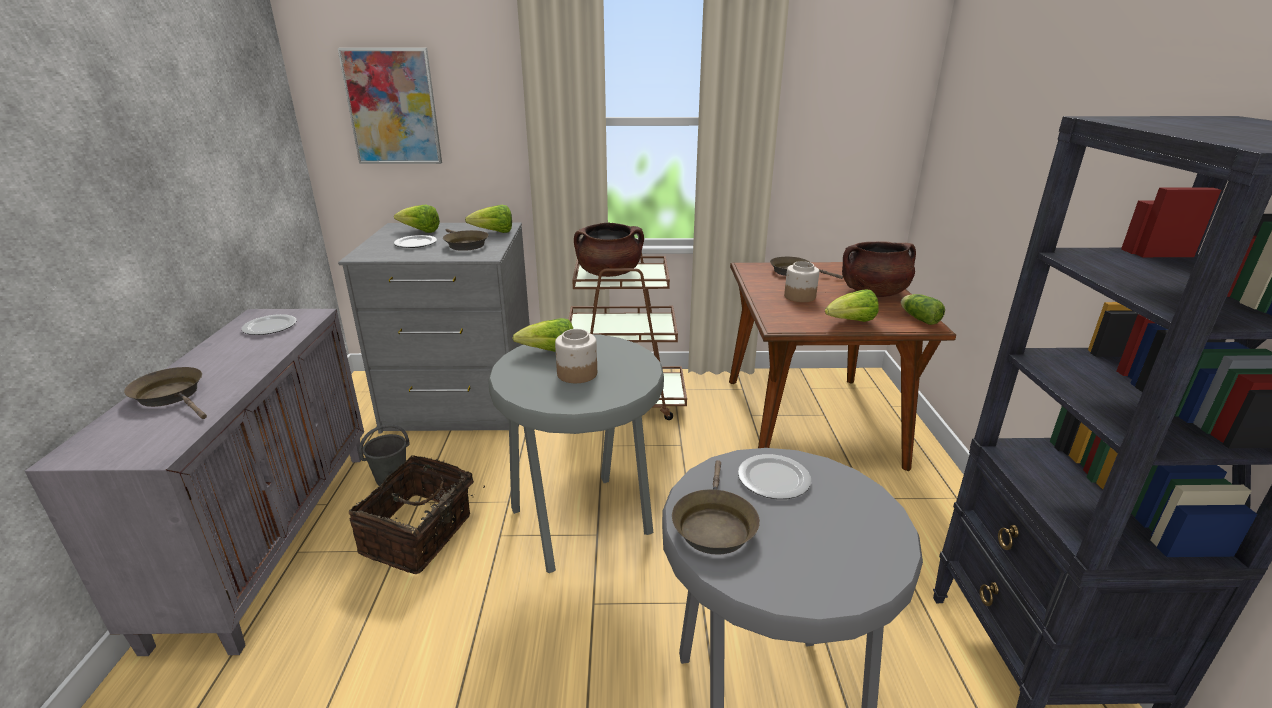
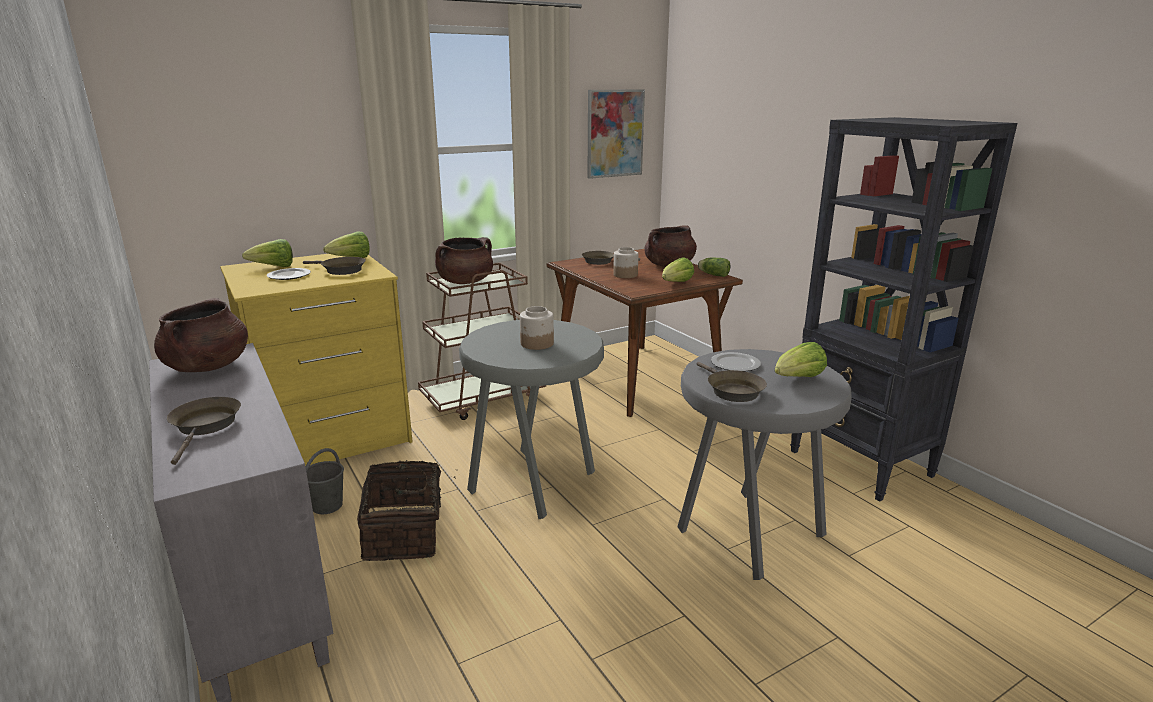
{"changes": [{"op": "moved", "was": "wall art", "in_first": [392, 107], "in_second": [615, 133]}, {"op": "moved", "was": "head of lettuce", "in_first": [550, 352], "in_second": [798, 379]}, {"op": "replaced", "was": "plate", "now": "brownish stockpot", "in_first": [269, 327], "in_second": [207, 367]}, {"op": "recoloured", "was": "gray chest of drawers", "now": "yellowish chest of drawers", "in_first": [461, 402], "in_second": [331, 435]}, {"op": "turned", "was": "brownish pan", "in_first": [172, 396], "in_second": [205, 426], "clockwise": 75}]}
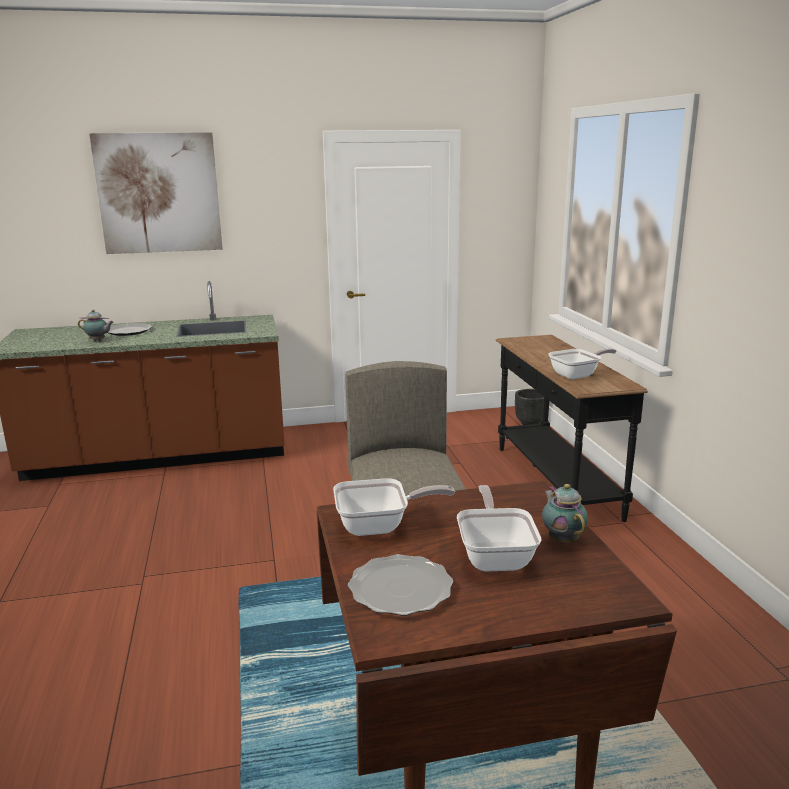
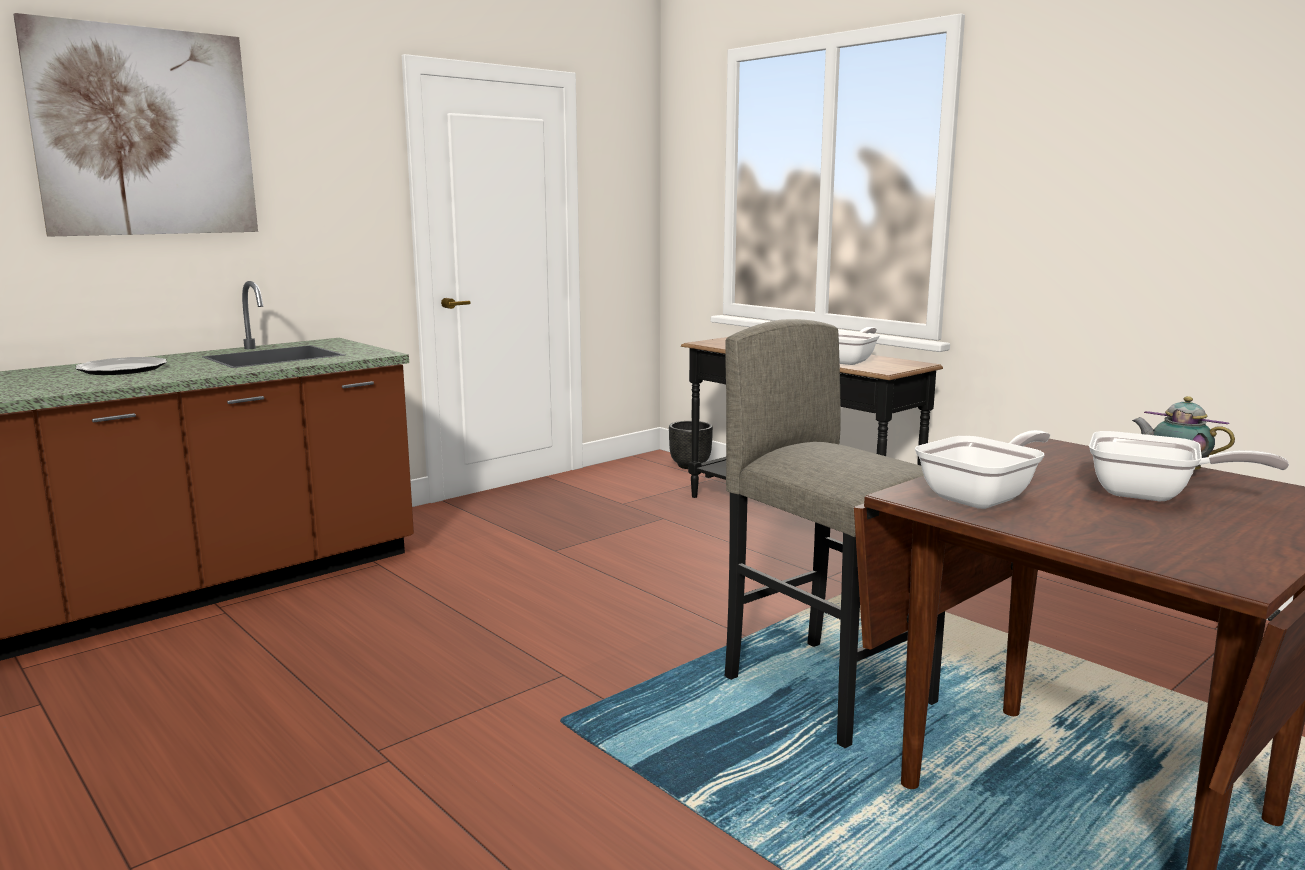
{"changes": [{"op": "removed", "was": "tea pot", "in_first": [98, 341]}, {"op": "removed", "was": "plate", "in_first": [401, 589]}, {"op": "turned", "was": "pan", "in_first": [495, 555], "in_second": [1153, 495], "clockwise": 150}]}
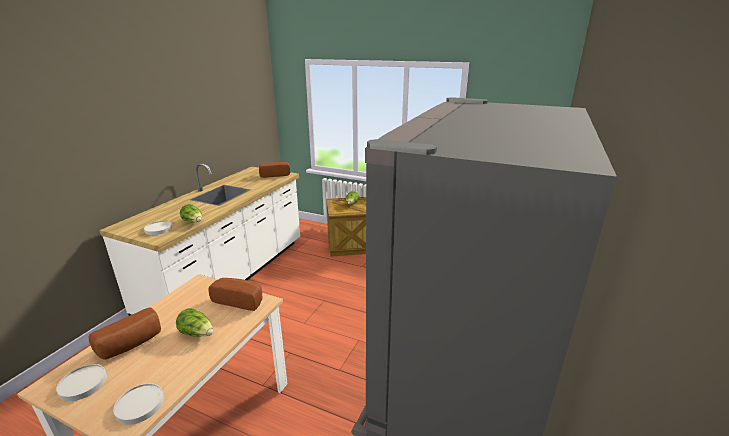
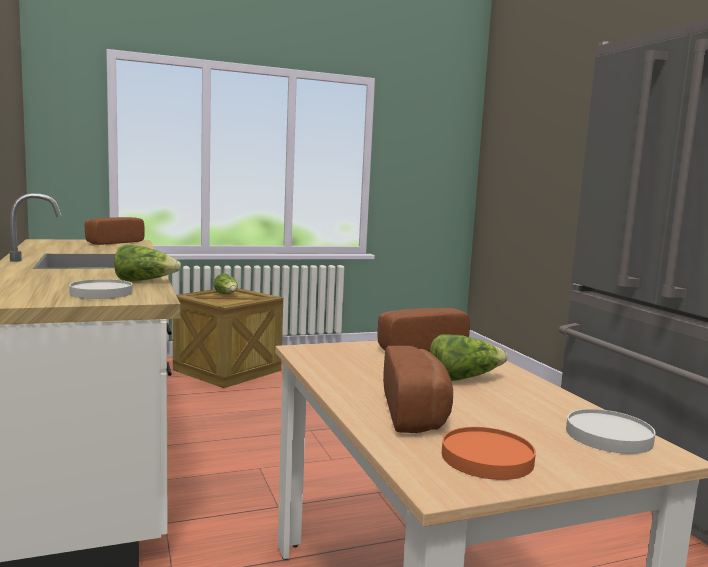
{"changes": [{"op": "recoloured", "was": "white-coloured plate", "now": "orange-coloured plate", "in_first": [83, 384], "in_second": [486, 457]}]}
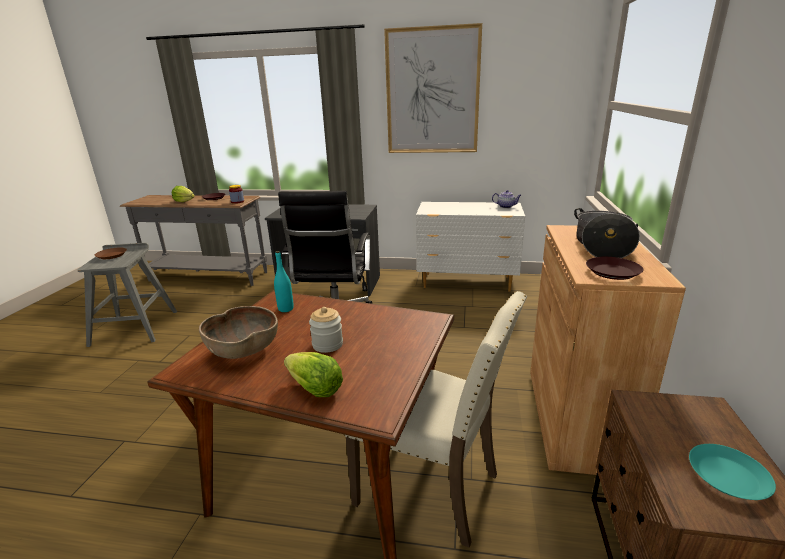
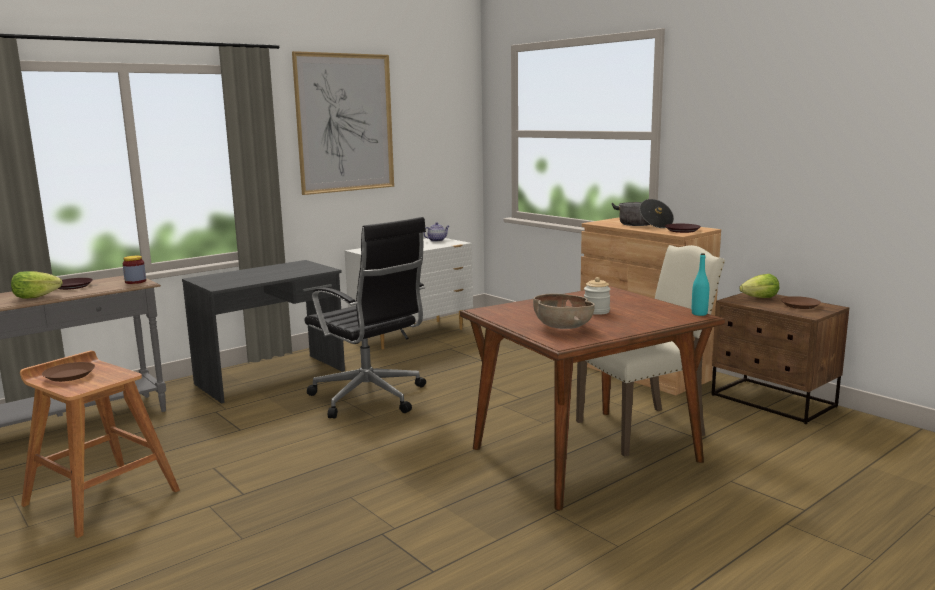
{"changes": [{"op": "moved", "was": "turquoise bottle", "in_first": [286, 309], "in_second": [699, 314]}, {"op": "moved", "was": "head of lettuce", "in_first": [315, 389], "in_second": [760, 298]}, {"op": "recoloured", "was": "gray stool", "now": "brownish stool", "in_first": [135, 327], "in_second": [101, 497]}, {"op": "recoloured", "was": "turquoise plate", "now": "brownish plate", "in_first": [727, 476], "in_second": [799, 305]}]}
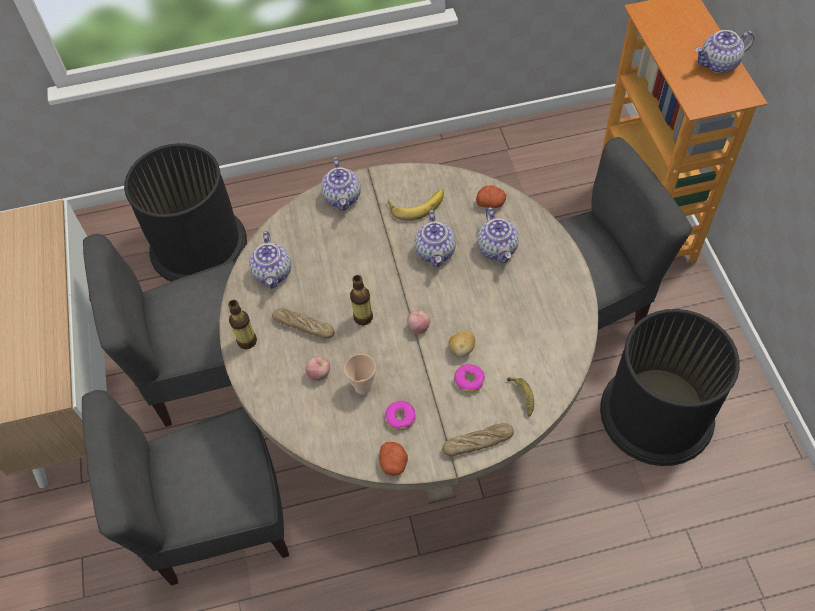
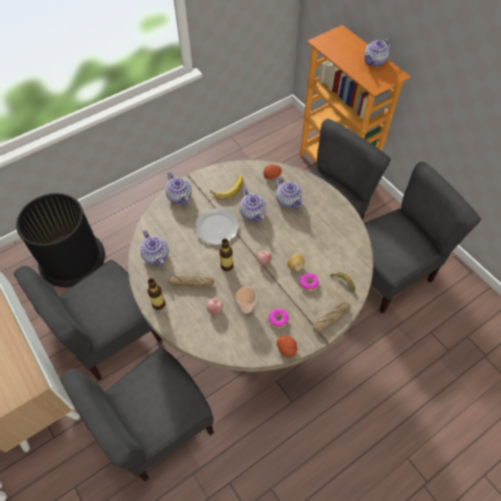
{"changes": [{"op": "added", "now": "plate", "in_second": [216, 227]}, {"op": "replaced", "was": "black trash can", "now": "gray upright chair", "in_first": [657, 413], "in_second": [388, 273]}]}
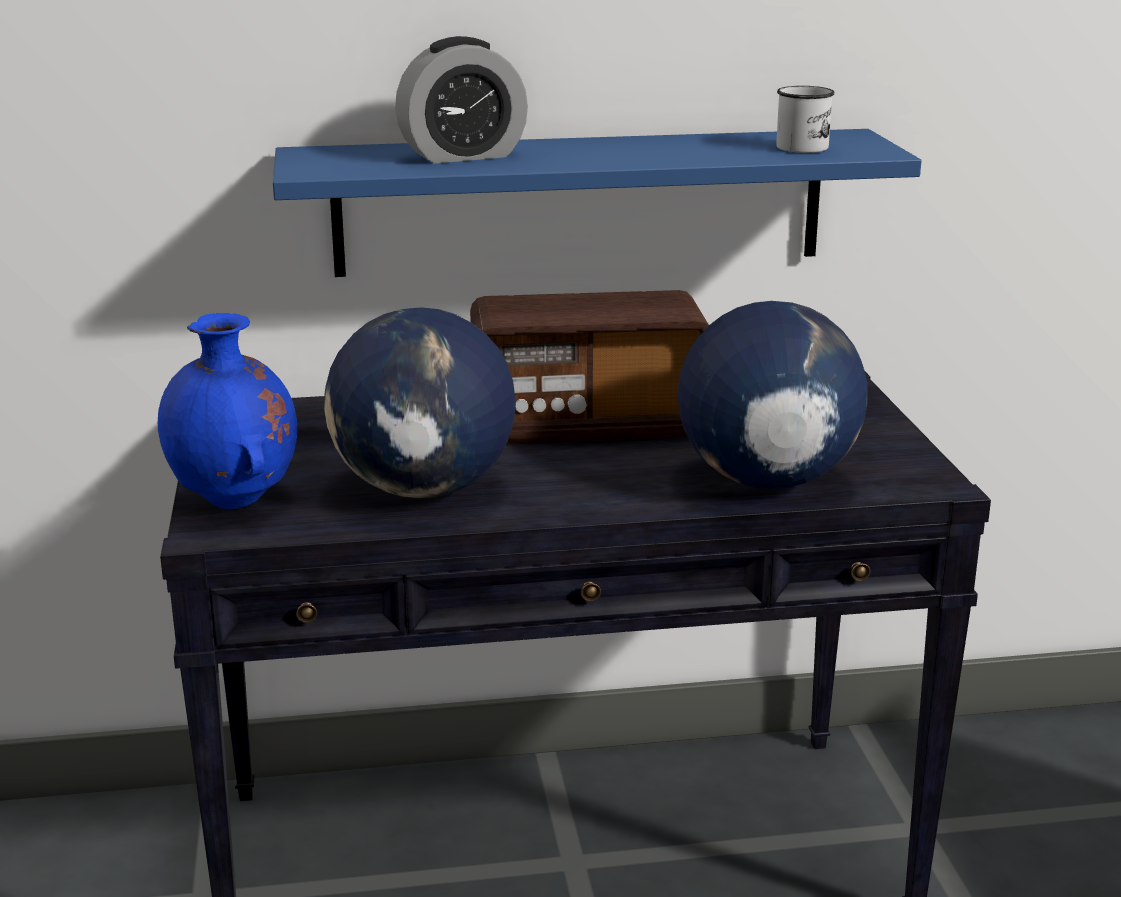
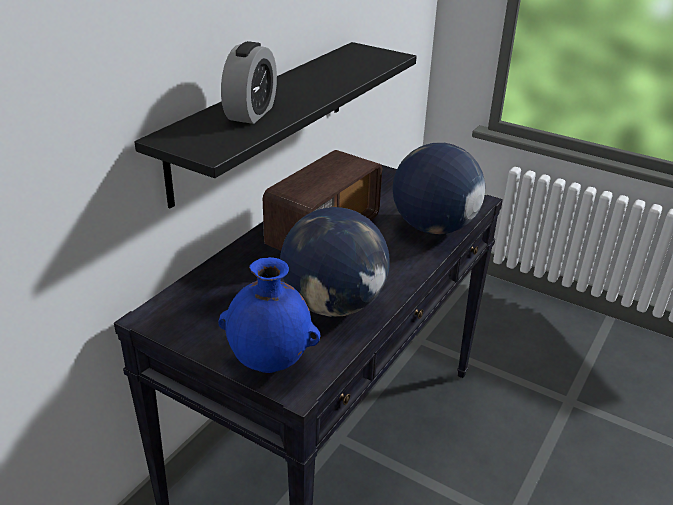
{"changes": [{"op": "removed", "was": "white-coloured mug", "in_first": [807, 146]}, {"op": "recoloured", "was": "blue-coloured shelf", "now": "black shelf", "in_first": [580, 202], "in_second": [263, 118]}]}
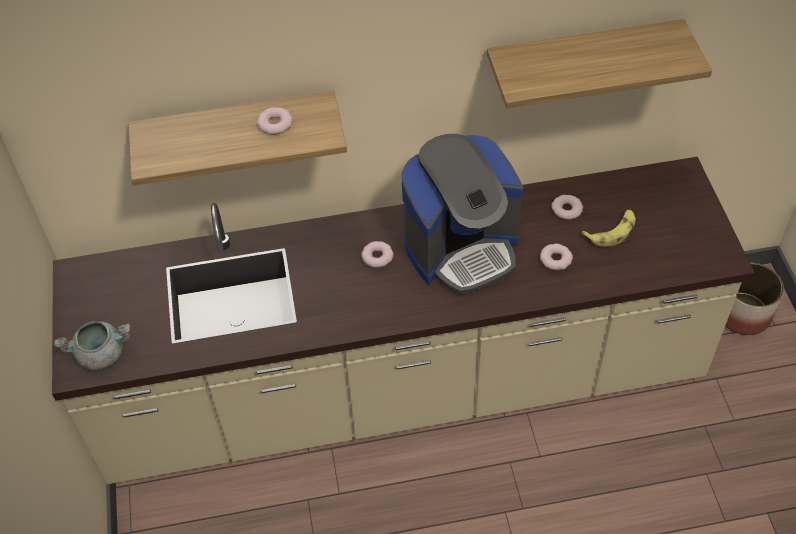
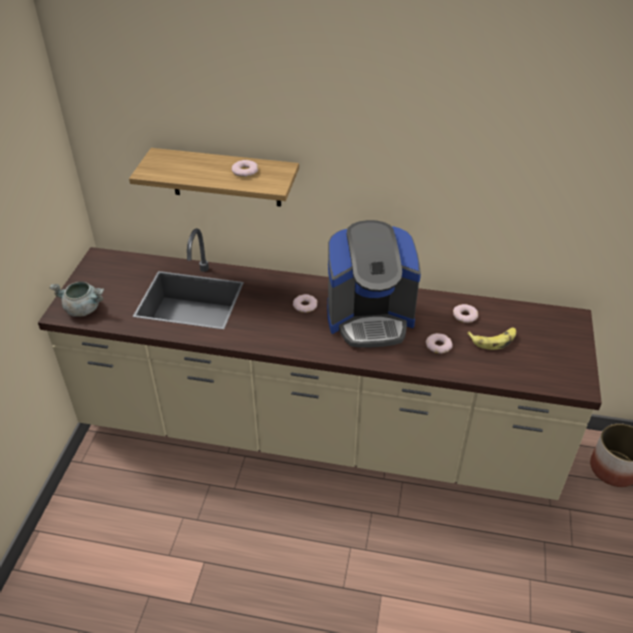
{"changes": [{"op": "removed", "was": "shelf", "in_first": [582, 59]}]}
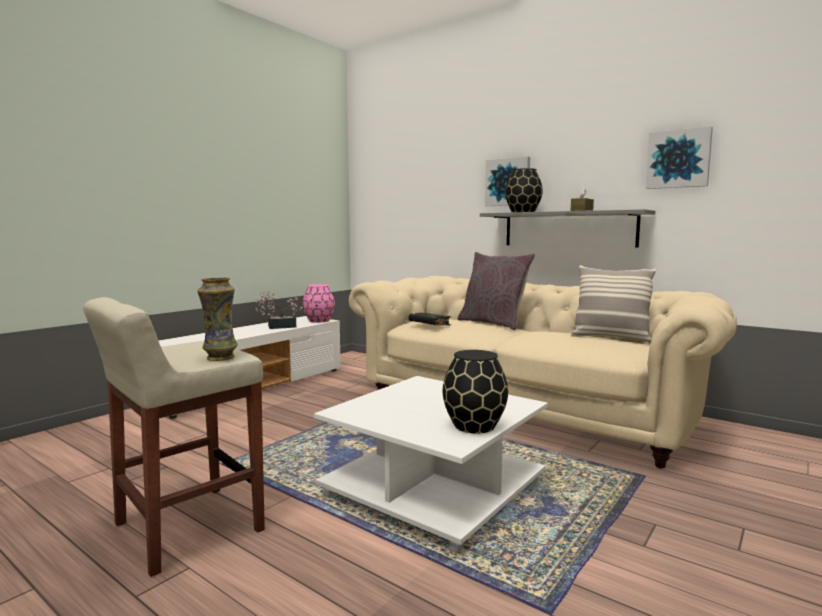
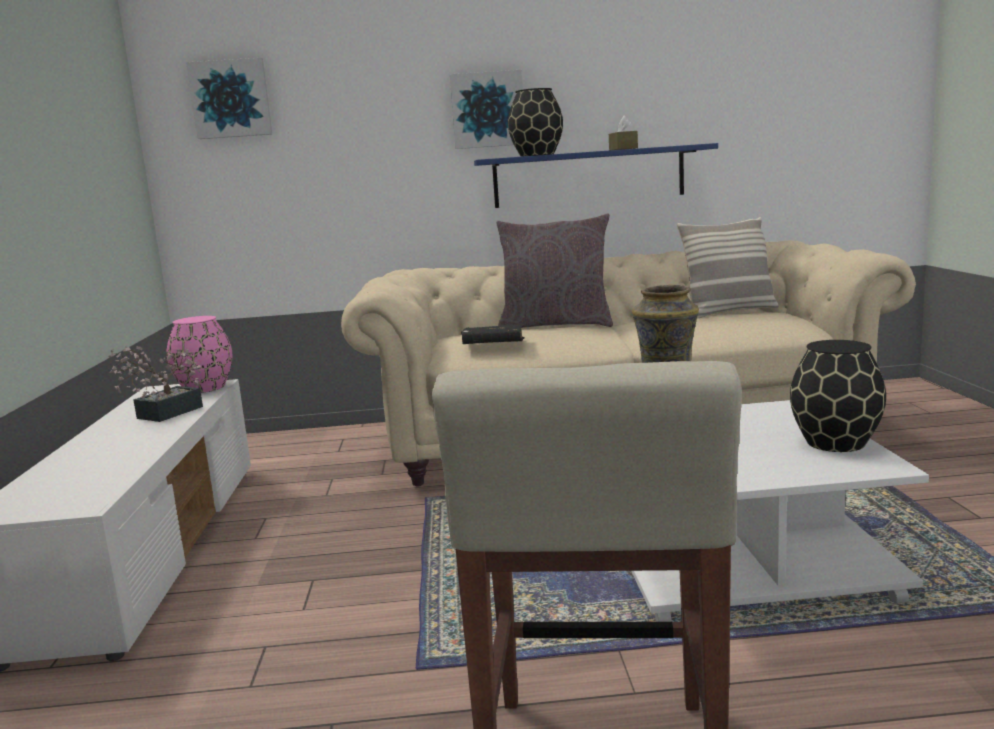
{"changes": [{"op": "moved", "was": "wall art", "in_first": [678, 159], "in_second": [231, 99]}, {"op": "recoloured", "was": "gray shelf", "now": "blue-coloured shelf", "in_first": [568, 229], "in_second": [588, 177]}]}
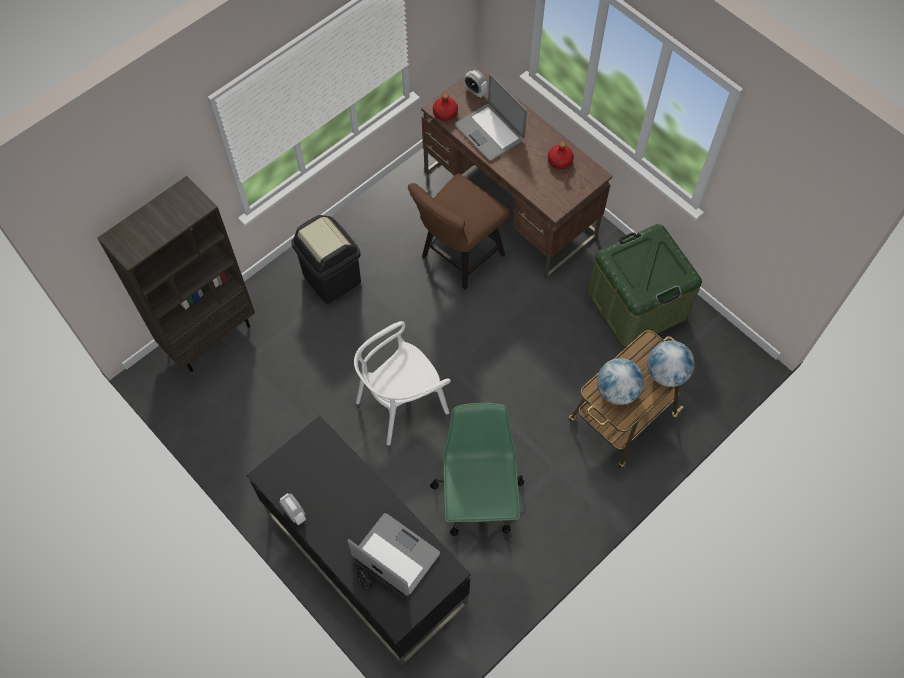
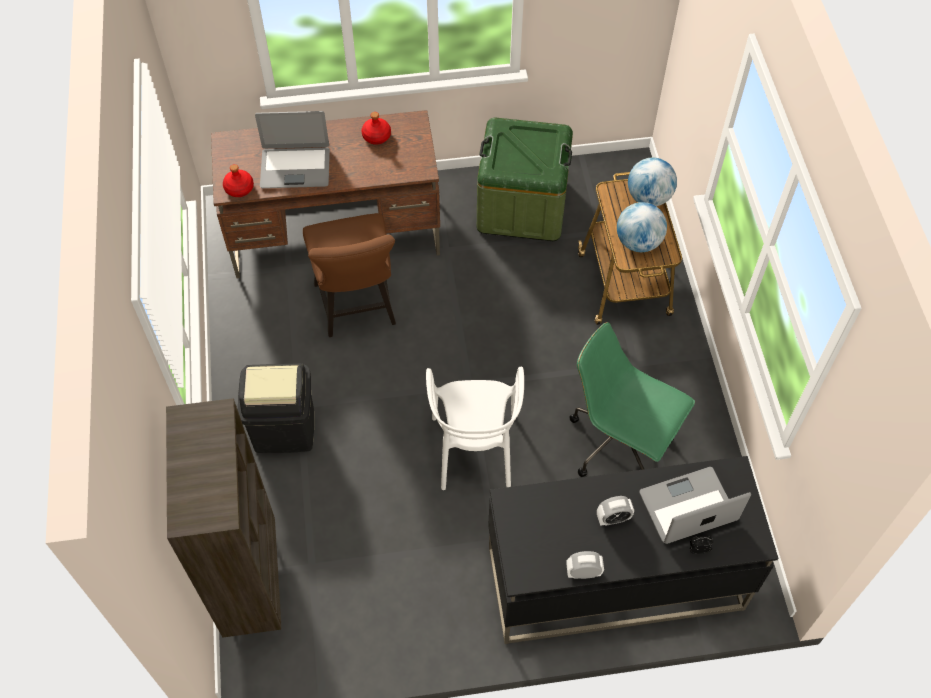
{"changes": [{"op": "moved", "was": "table clock", "in_first": [475, 91], "in_second": [613, 519]}]}
